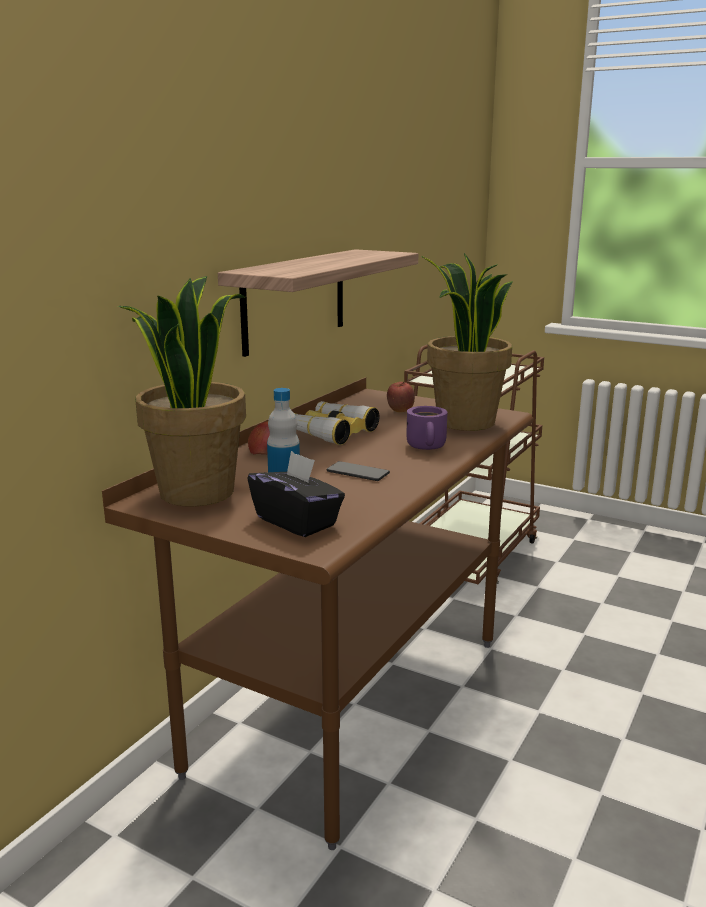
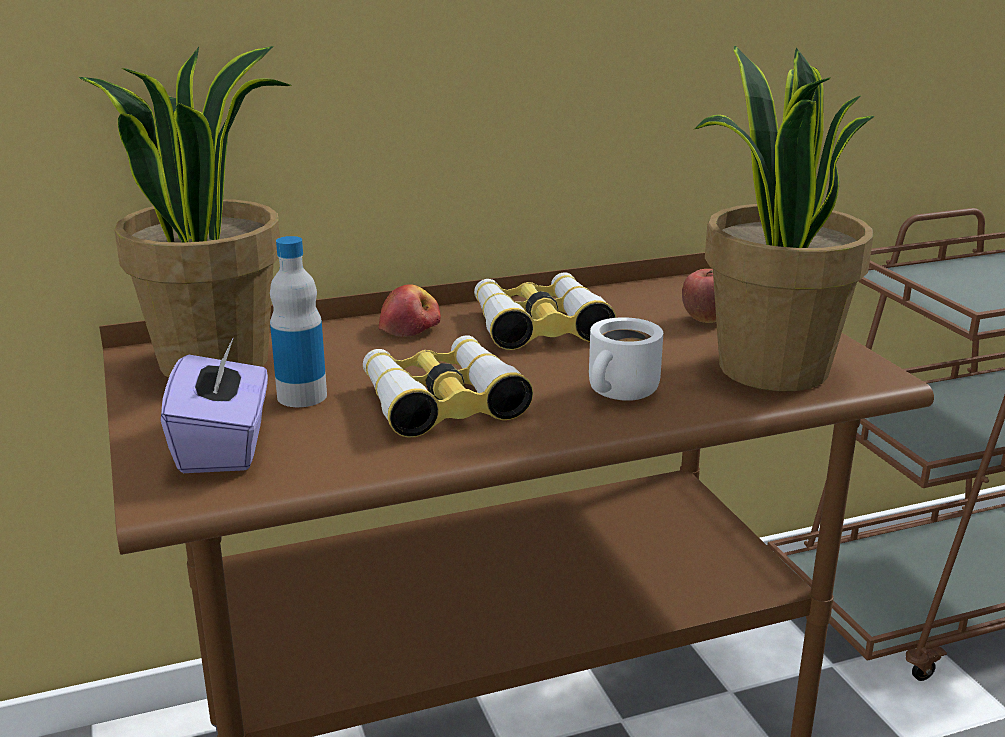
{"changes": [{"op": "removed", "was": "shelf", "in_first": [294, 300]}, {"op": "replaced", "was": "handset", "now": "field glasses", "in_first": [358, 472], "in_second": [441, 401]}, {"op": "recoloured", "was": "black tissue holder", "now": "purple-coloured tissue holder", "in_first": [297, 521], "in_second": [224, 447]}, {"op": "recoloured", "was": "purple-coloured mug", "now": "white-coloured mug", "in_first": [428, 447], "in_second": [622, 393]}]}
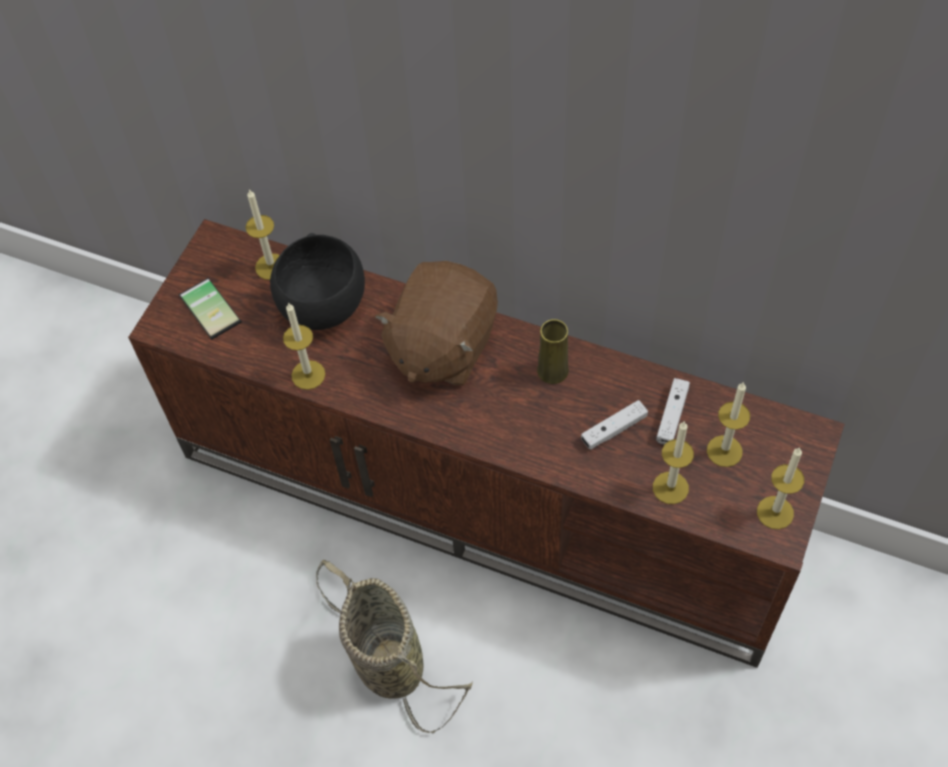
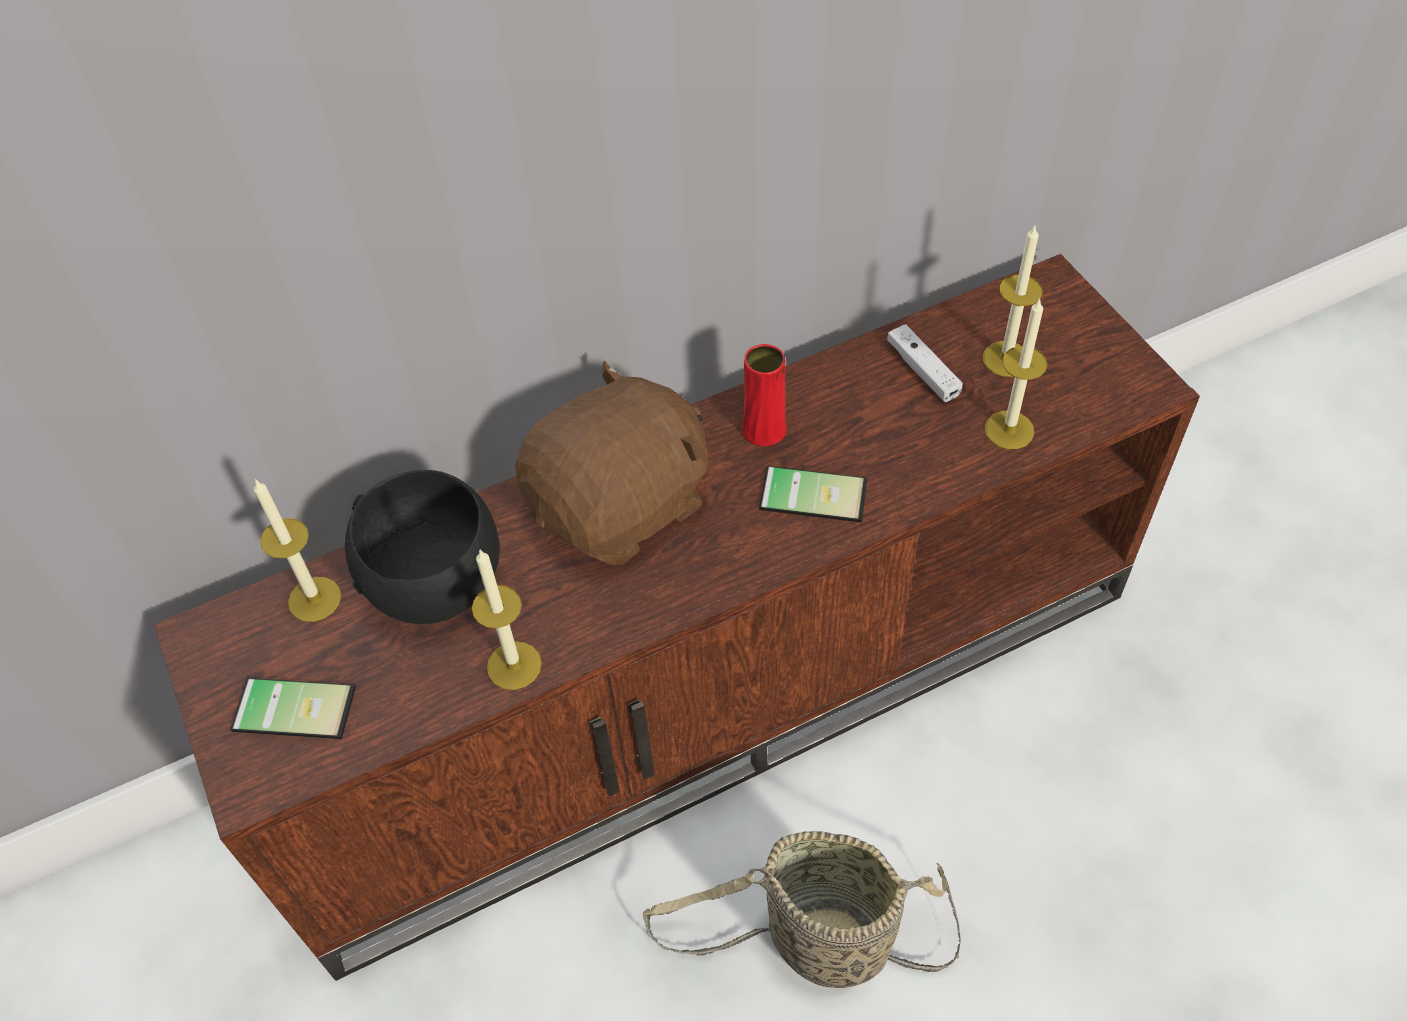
{"changes": [{"op": "removed", "was": "white-coloured gamepad", "in_first": [614, 429]}, {"op": "removed", "was": "wax candle", "in_first": [775, 512]}, {"op": "added", "now": "handset", "in_second": [814, 490]}, {"op": "recoloured", "was": "yellowish vase", "now": "red-coloured vase", "in_first": [553, 371], "in_second": [764, 429]}, {"op": "turned", "was": "brownish plush toy", "in_first": [441, 346], "in_second": [622, 505], "clockwise": -105}]}
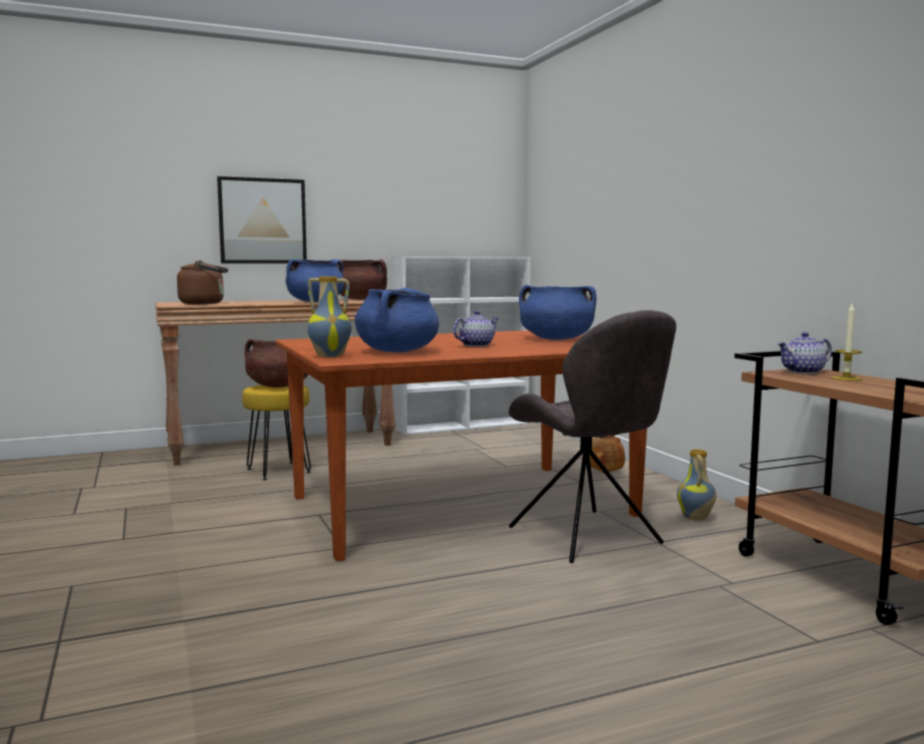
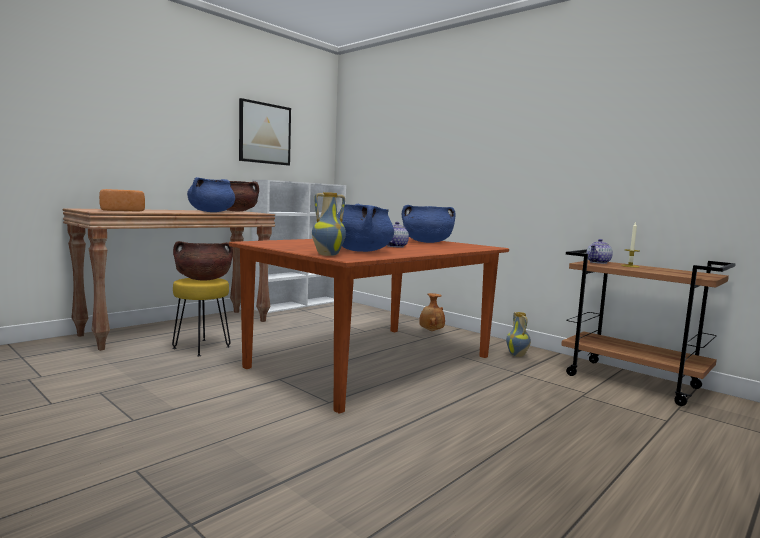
{"changes": [{"op": "removed", "was": "gray upright chair", "in_first": [587, 537]}, {"op": "moved", "was": "wall art", "in_first": [262, 221], "in_second": [265, 133]}, {"op": "replaced", "was": "brownish tea kettle", "now": "bread", "in_first": [205, 303], "in_second": [122, 210]}]}
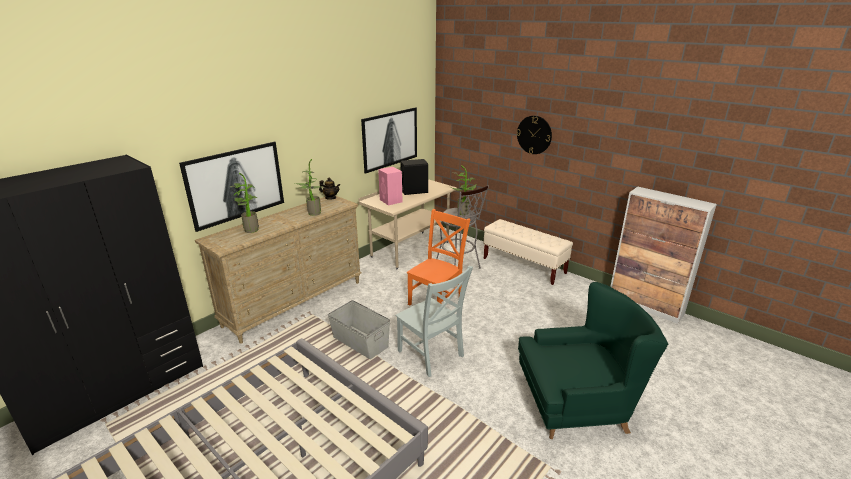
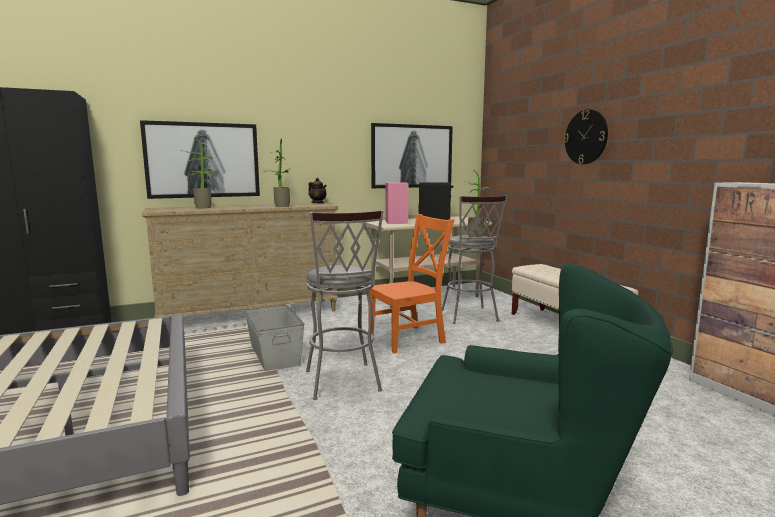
{"changes": [{"op": "replaced", "was": "gray upright chair", "now": "gray stool", "in_first": [432, 355], "in_second": [343, 384]}]}
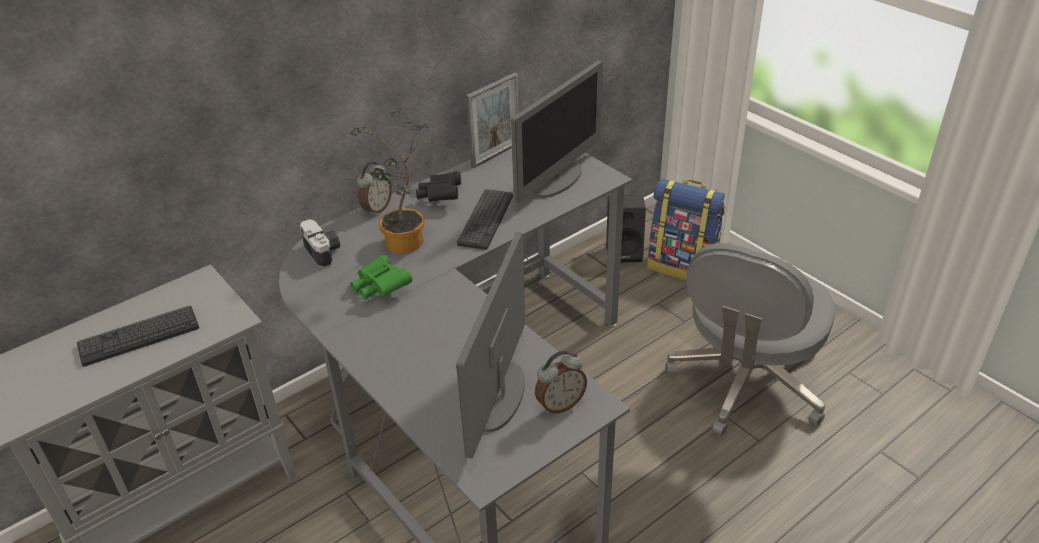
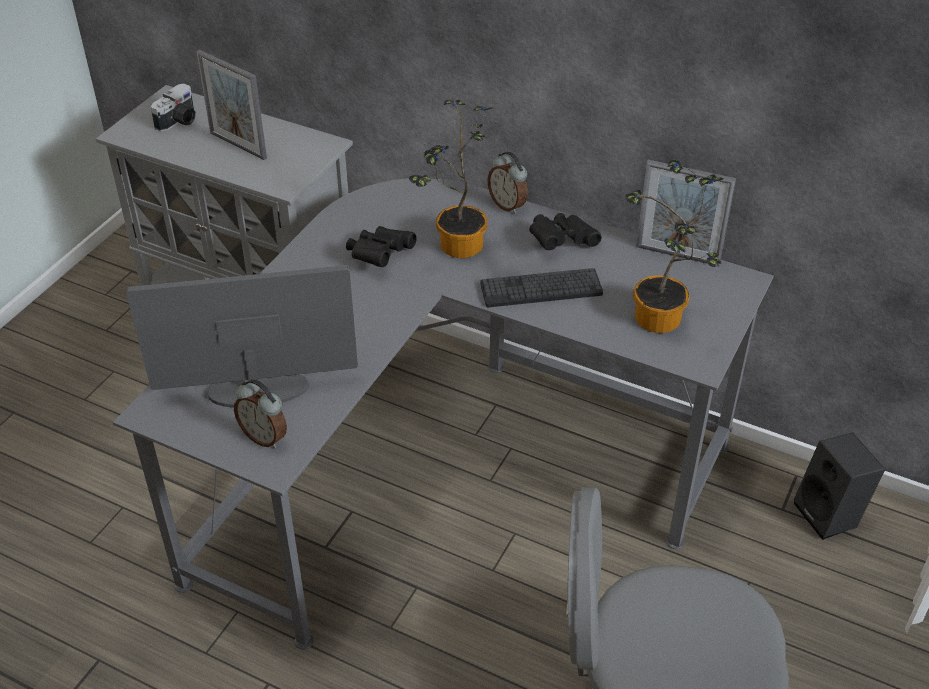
{"changes": [{"op": "removed", "was": "knapsack", "in_first": [683, 266]}, {"op": "moved", "was": "photo camera", "in_first": [324, 252], "in_second": [179, 121]}, {"op": "replaced", "was": "PC keyboard", "now": "photo frame", "in_first": [139, 336], "in_second": [238, 145]}, {"op": "replaced", "was": "monitor", "now": "potted plant", "in_first": [558, 180], "in_second": [662, 322]}, {"op": "recoloured", "was": "greenish field glasses", "now": "black field glasses", "in_first": [380, 288], "in_second": [379, 255]}, {"op": "turned", "was": "table clock", "in_first": [376, 208], "in_second": [508, 205], "clockwise": 45}]}
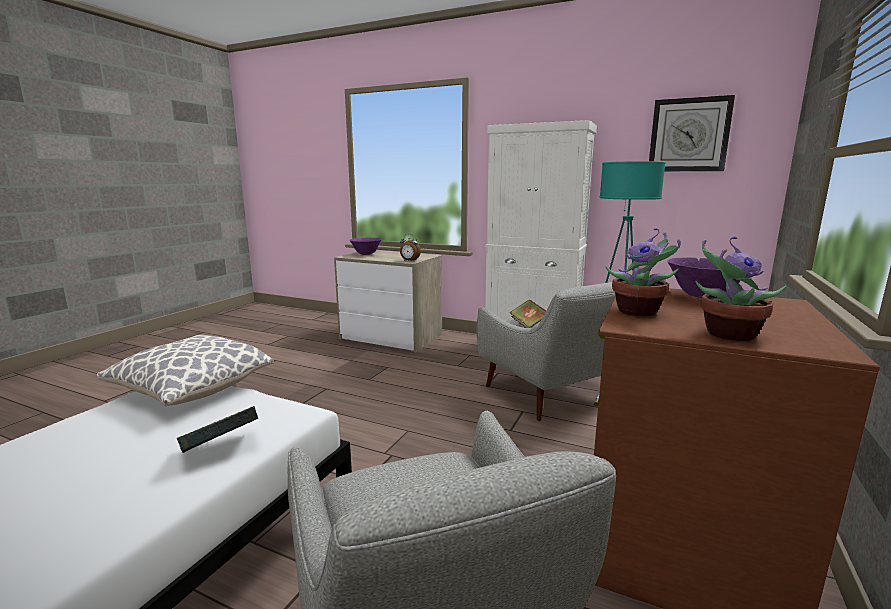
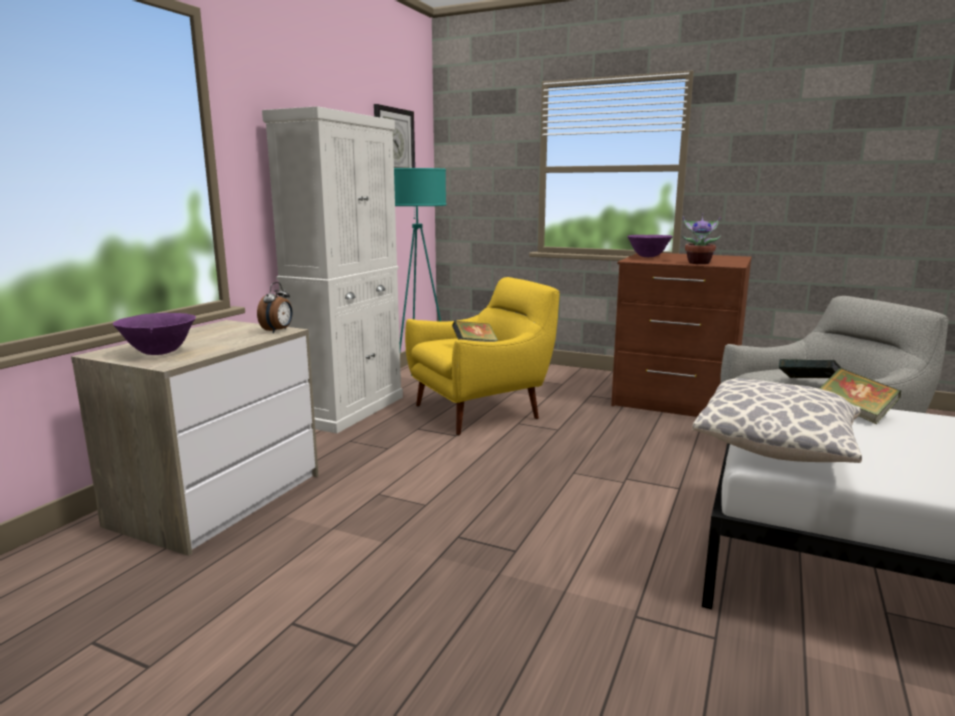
{"changes": [{"op": "removed", "was": "potted plant", "in_first": [727, 334]}, {"op": "added", "now": "bound book", "in_second": [808, 384]}, {"op": "recoloured", "was": "gray armchair", "now": "yellowish armchair", "in_first": [550, 395], "in_second": [481, 411]}]}
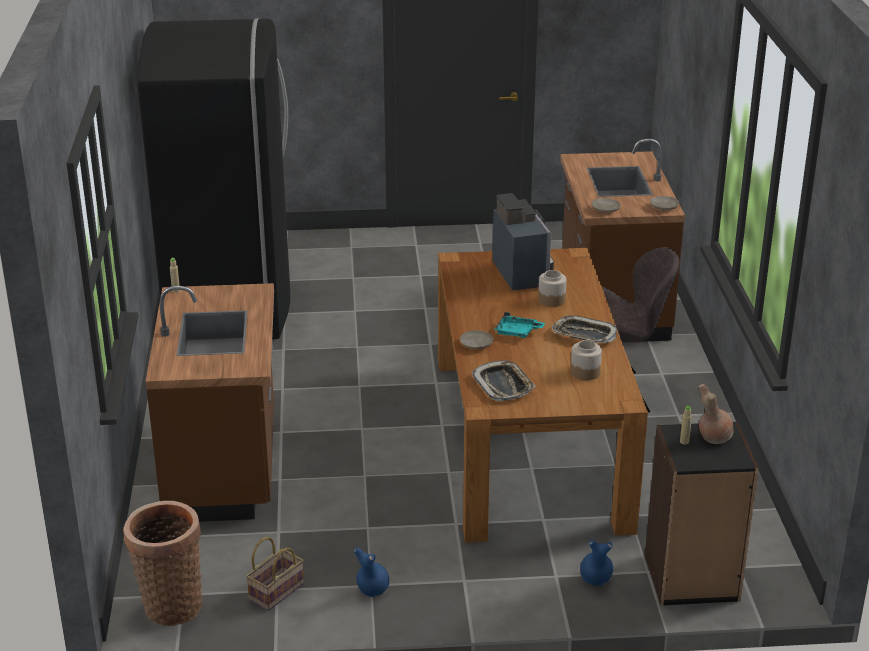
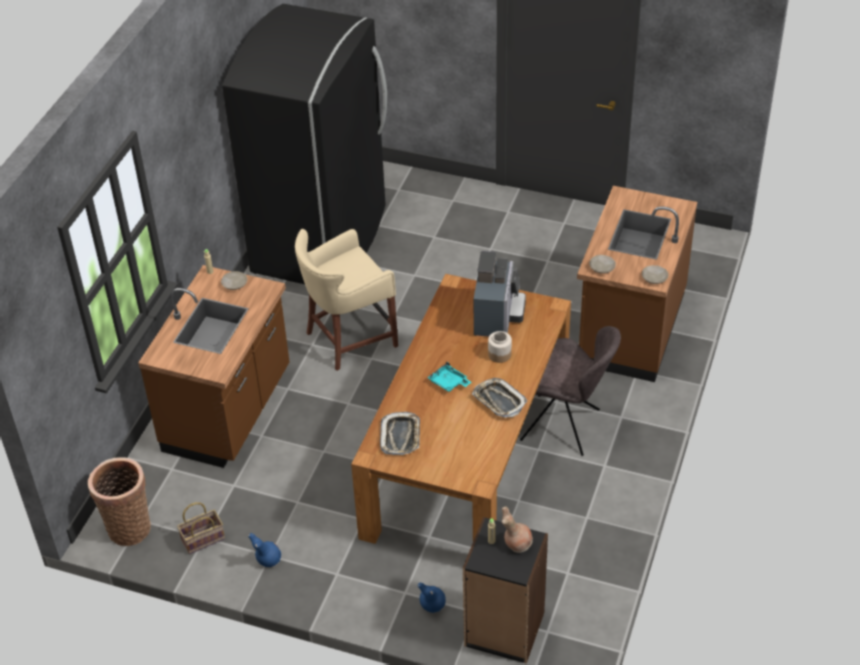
{"changes": [{"op": "removed", "was": "jar", "in_first": [585, 372]}, {"op": "added", "now": "beige-coloured stool", "in_second": [348, 339]}, {"op": "moved", "was": "beige-coloured plate", "in_first": [476, 344], "in_second": [234, 284]}]}
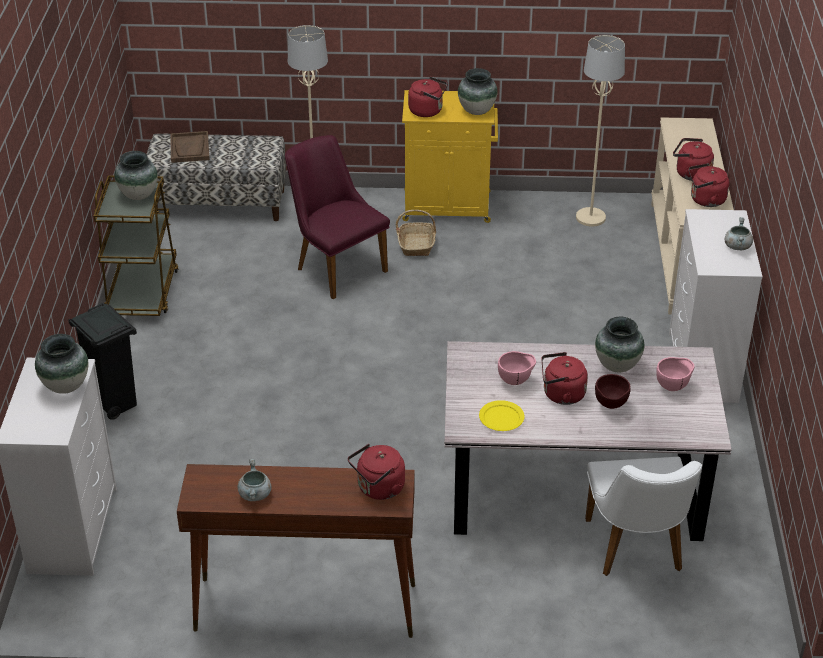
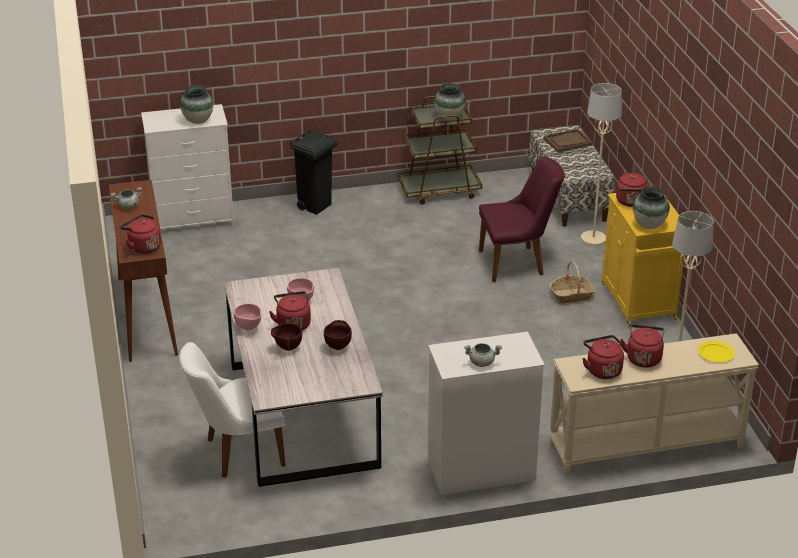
{"changes": [{"op": "moved", "was": "yellowish plate", "in_first": [501, 418], "in_second": [715, 353]}, {"op": "moved", "was": "pink-coloured deep dish", "in_first": [673, 387], "in_second": [249, 328]}, {"op": "replaced", "was": "vase", "now": "brownish deep dish", "in_first": [616, 365], "in_second": [338, 346]}, {"op": "turned", "was": "purple-coloured upright chair", "in_first": [335, 266], "in_second": [518, 263], "clockwise": 45}]}
